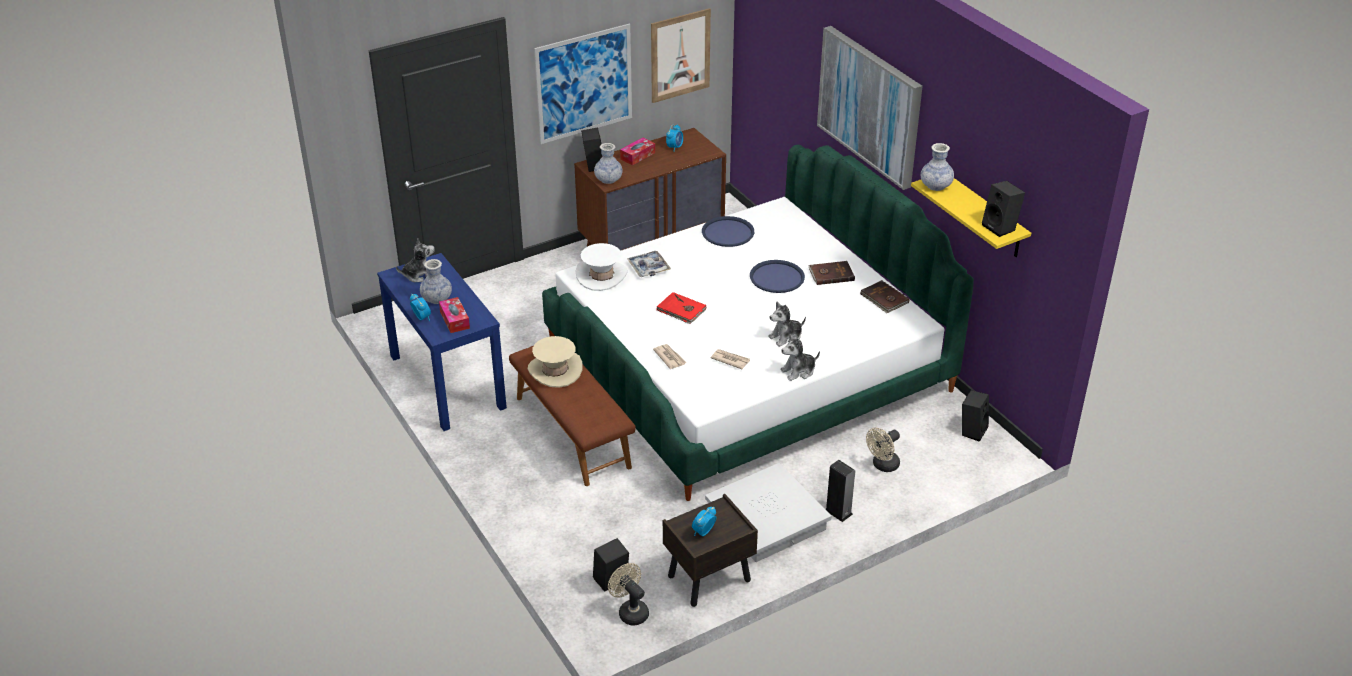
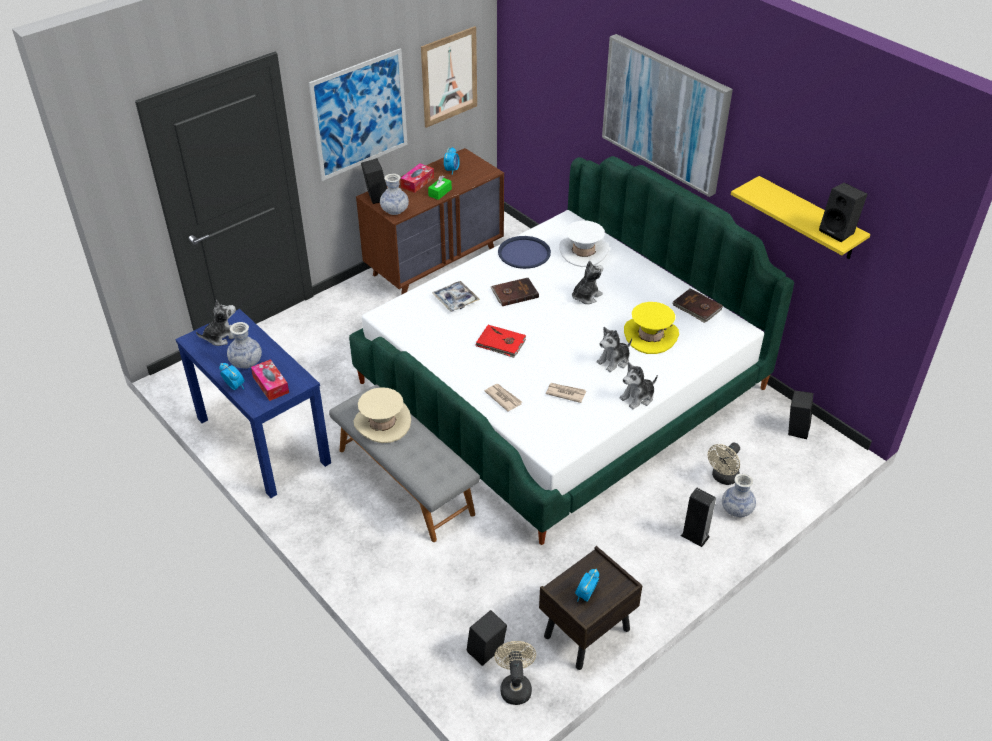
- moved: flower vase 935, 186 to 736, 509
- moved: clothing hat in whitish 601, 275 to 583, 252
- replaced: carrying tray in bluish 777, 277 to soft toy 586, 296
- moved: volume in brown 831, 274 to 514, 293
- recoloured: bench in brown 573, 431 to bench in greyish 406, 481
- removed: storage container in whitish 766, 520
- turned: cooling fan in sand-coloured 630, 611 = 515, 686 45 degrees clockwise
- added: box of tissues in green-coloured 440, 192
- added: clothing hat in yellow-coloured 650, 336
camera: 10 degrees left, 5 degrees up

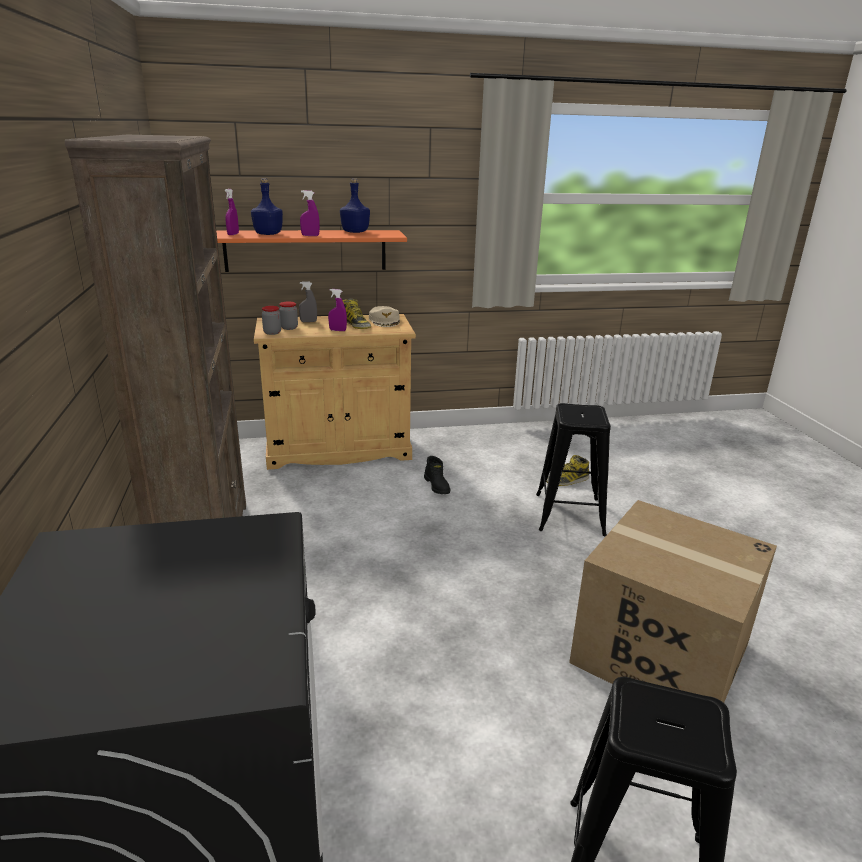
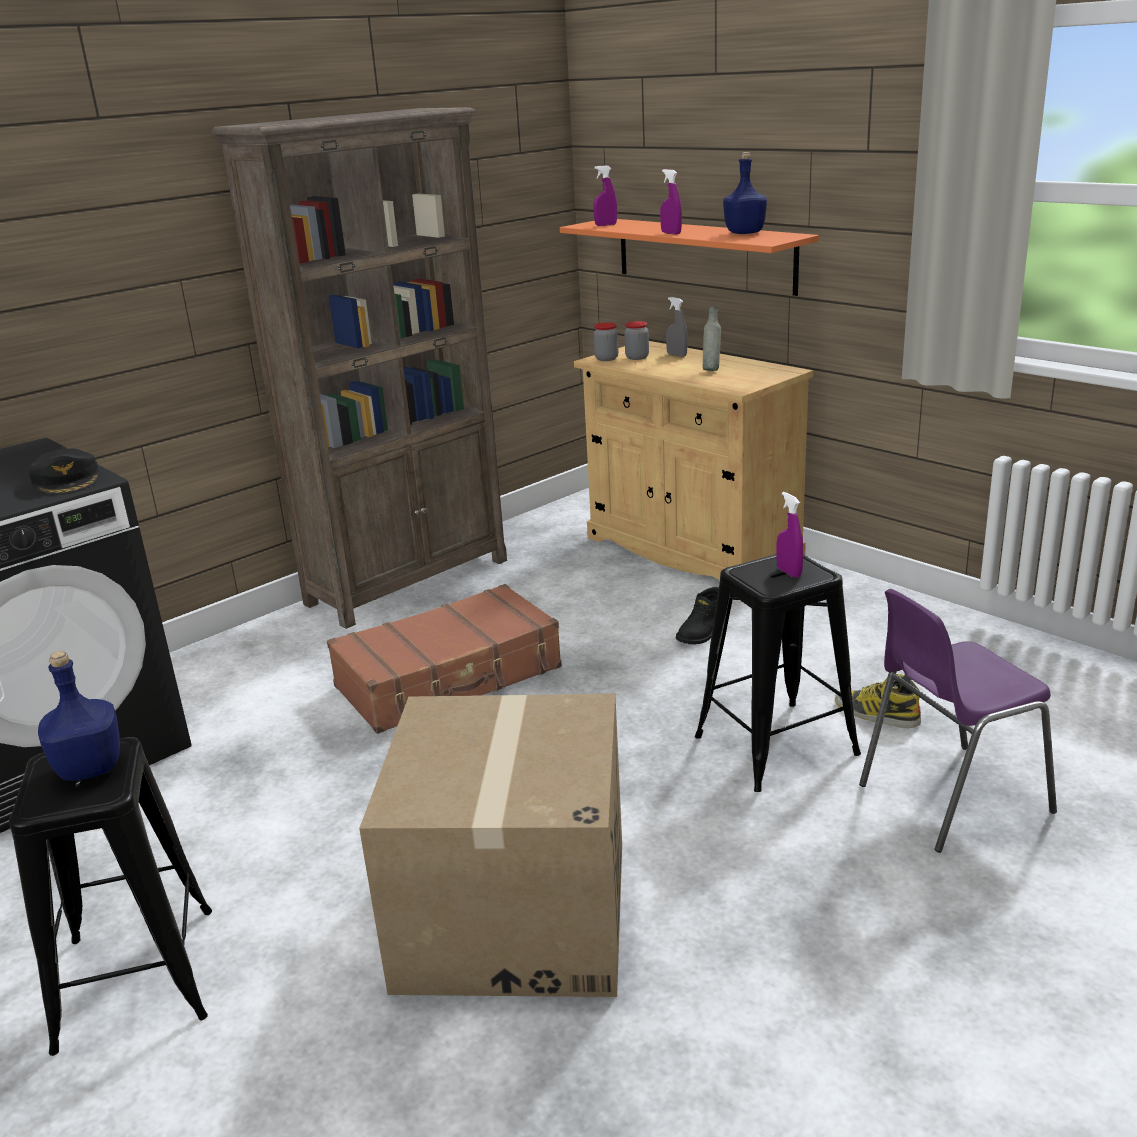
- moved: bottle in bluish 268, 234 to 92, 767
- moved: hand sprayer in purplish 338, 330 to 789, 572
- replaced: boot 355, 324 to bottle in greyish 711, 370
- removed: baseball cap in sand-coloured 384, 321
- added: baseball cap in black 67, 480
- added: piece of luggage in brown 450, 678
- added: chair in purplish 949, 798
camera: 60 degrees right, 0 degrees up

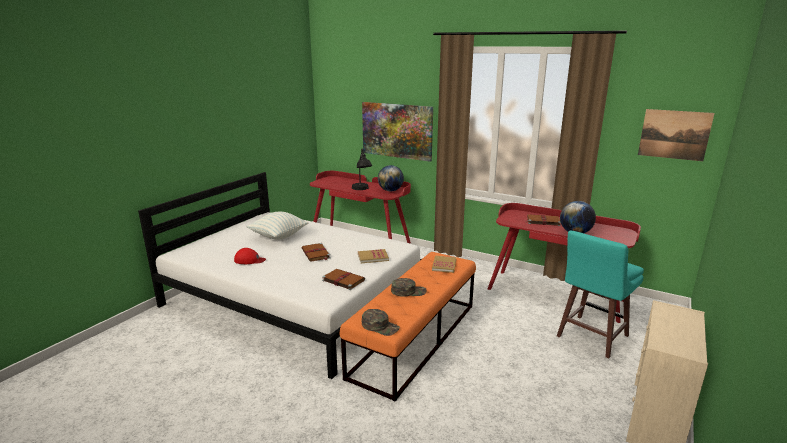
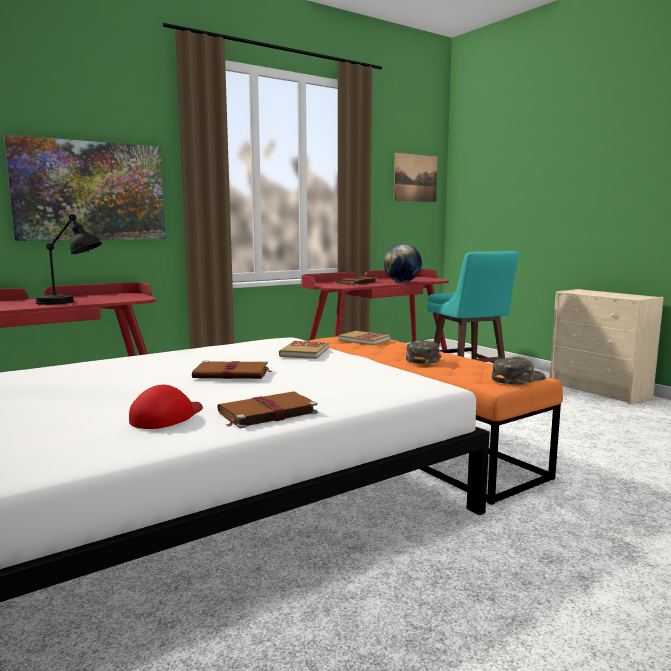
- removed: desk globe 390, 190
- removed: cushion 278, 236
- moved: volume in brown 342, 280 to 266, 413
camera: 65 degrees left, 10 degrees down

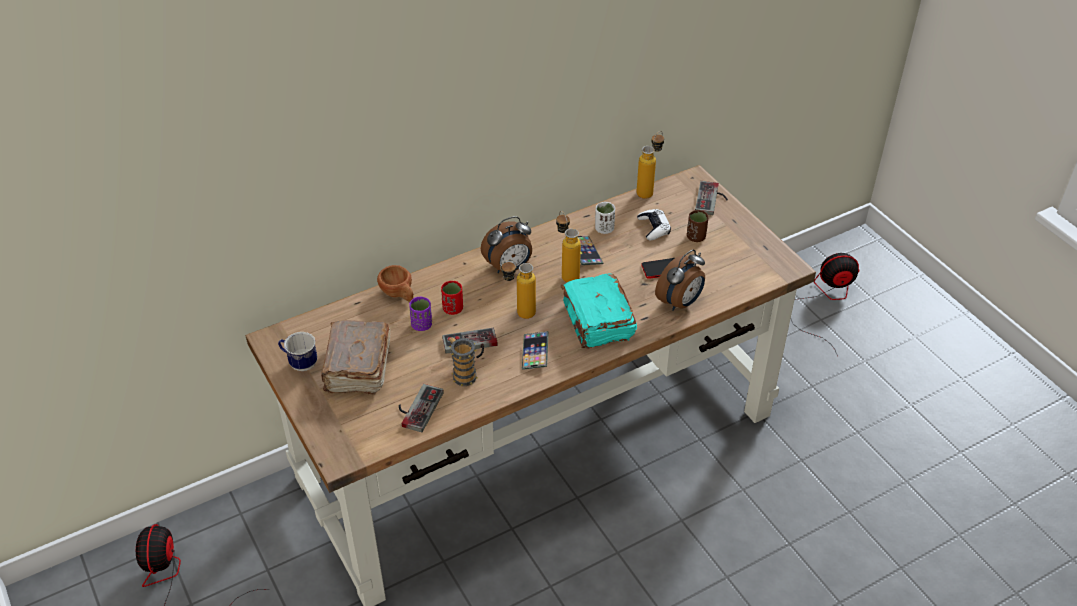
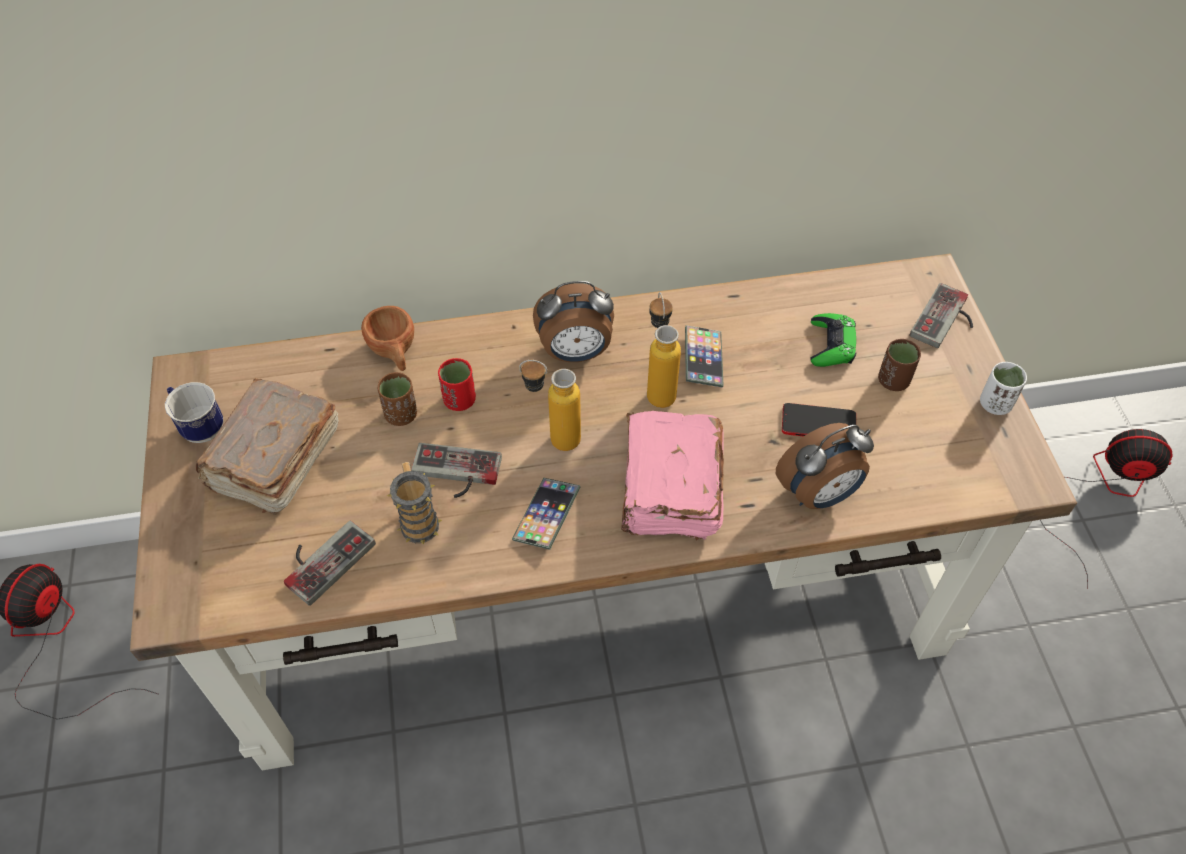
- removed: bottle 648, 190
- moved: small cup in whitish 604, 229 to 995, 404
- recoloured: game controller in whitish 654, 228 to game controller in green-coloured 831, 345
- recoloured: volume in turquoise-coloured 597, 322 to volume in pink 669, 489
- recoloured: small cup in purplish 421, 325 to small cup in brown 401, 414
camera: 20 degrees right, 10 degrees up

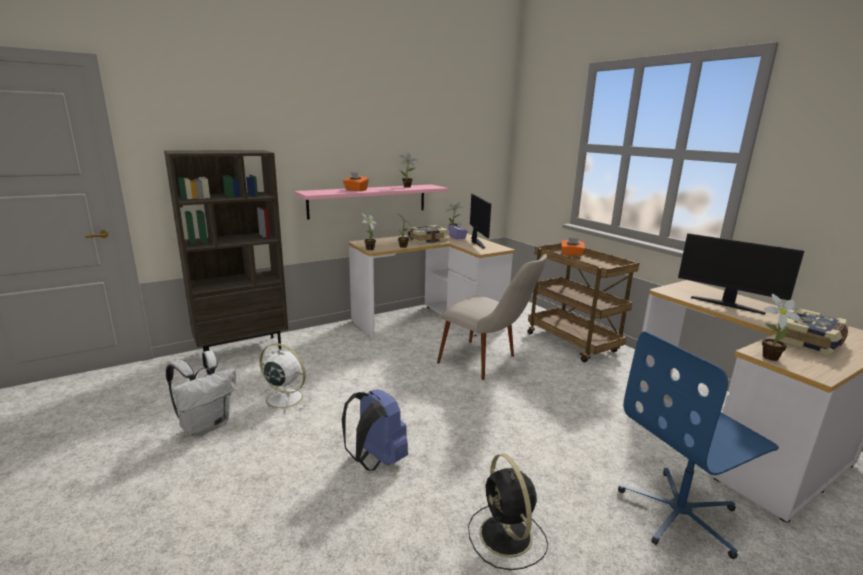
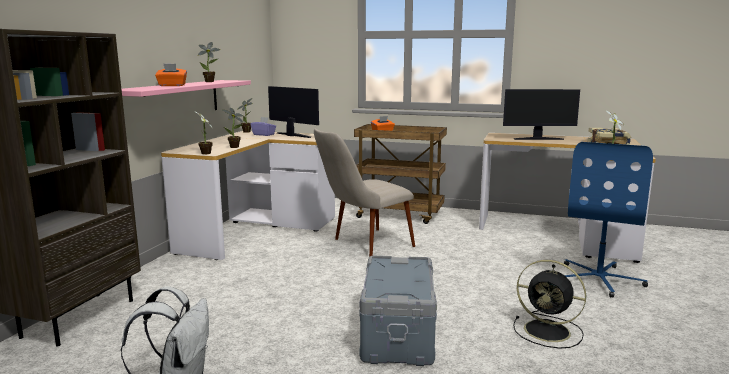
- removed: volume 426, 240
- turned: chair in sand-coloured 488, 363 = 362, 245 150 degrees clockwise
- removed: cooling fan in whitish 283, 398
- replaced: rucksack in bluish 376, 460 to storage container in greyish 396, 335
camera: 40 degrees left, 5 degrees down

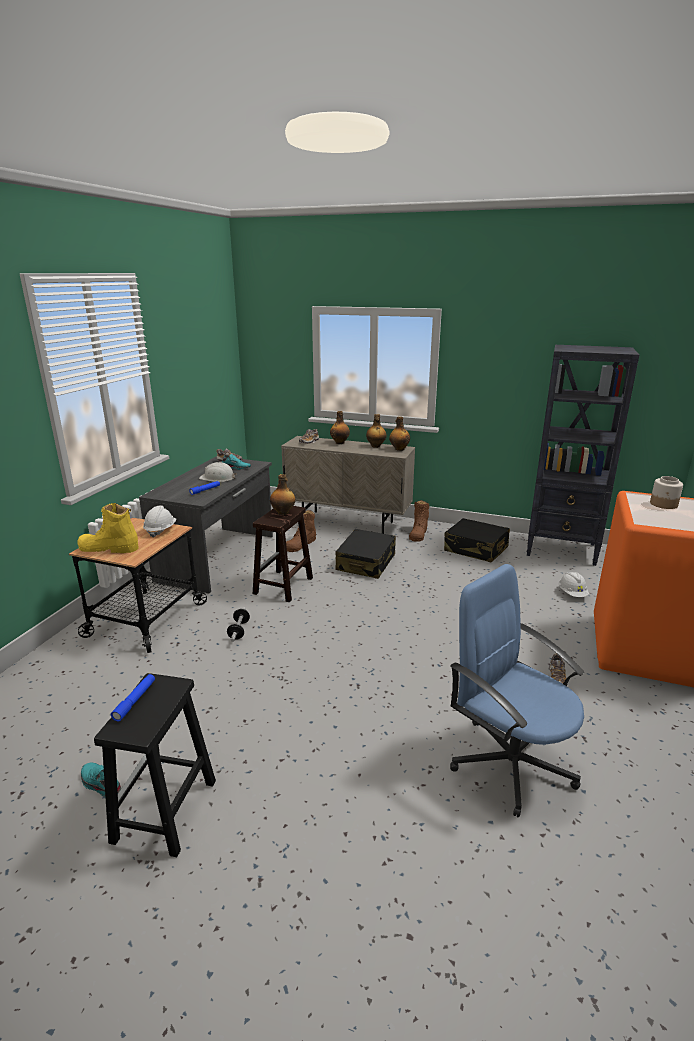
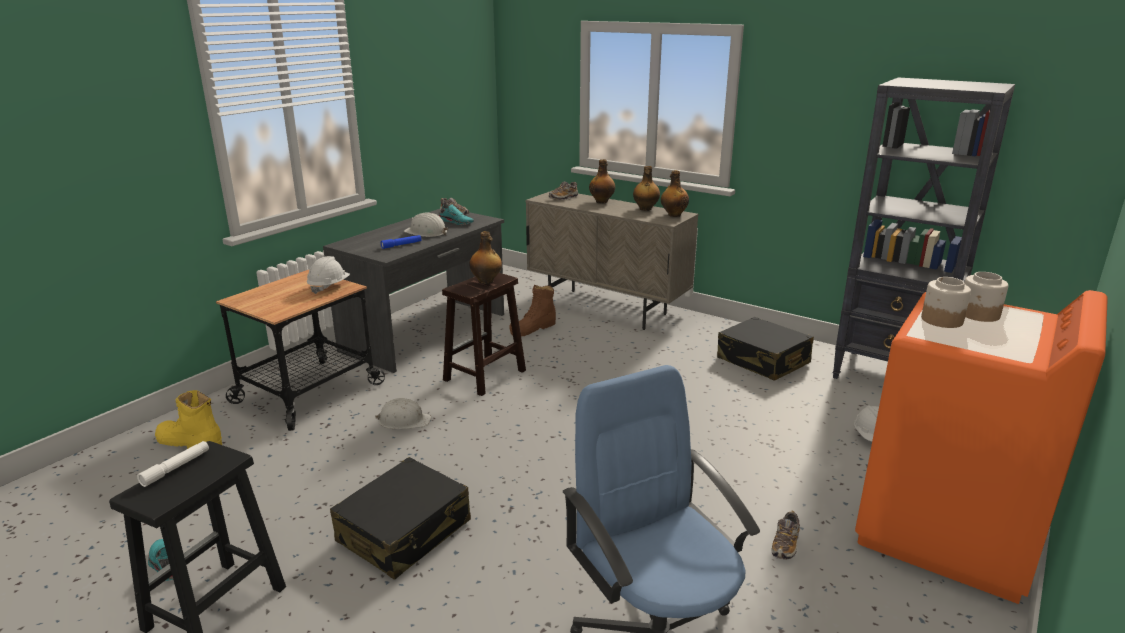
- removed: boot in brown 418, 533
- moved: boot in yellow-coloured 108, 548 to 189, 442
- moved: piece of luggage in black 366, 563 to 405, 532
- replaced: free weight 239, 630 to safety helmet in whitish 404, 421
- recoloured: torch in bluish 135, 700 to torch in whitish 176, 468
- added: storage jar 941, 320
camera: 15 degrees right, 0 degrees up

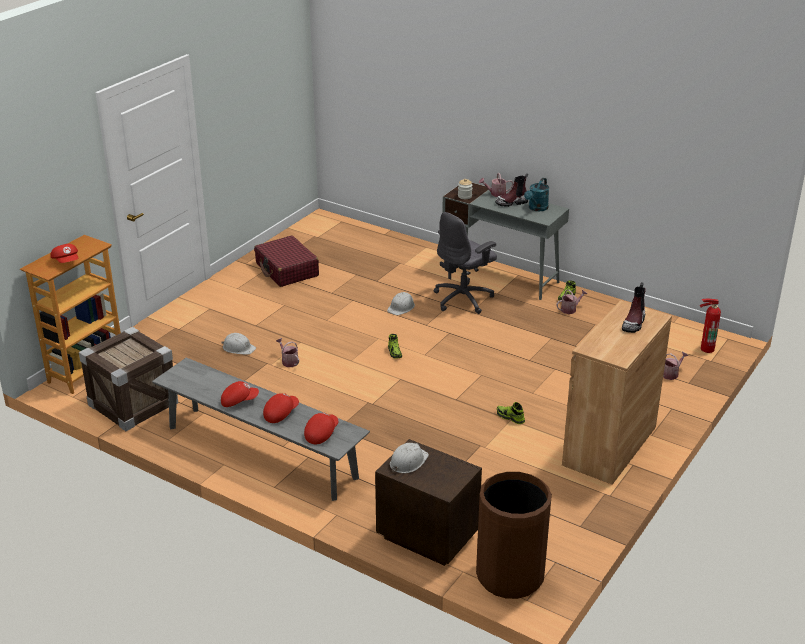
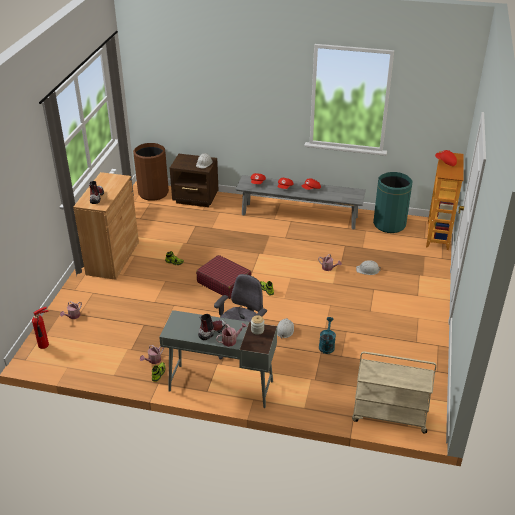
- moved: sprinkling can in turquoise-coloured 536, 208 to 326, 345
- moved: piece of luggage in red-coloured 287, 270 to 224, 282
- replaced: crate 133, 404 to rubbish bin in green-coloured 389, 224
- added: wheeled cart in sand-coloured 389, 416
camera: 160 degrees right, 5 degrees up

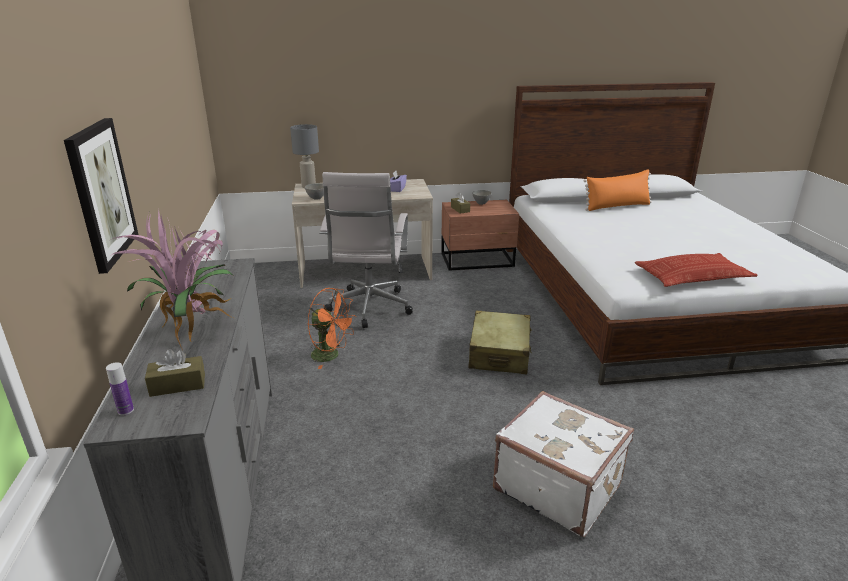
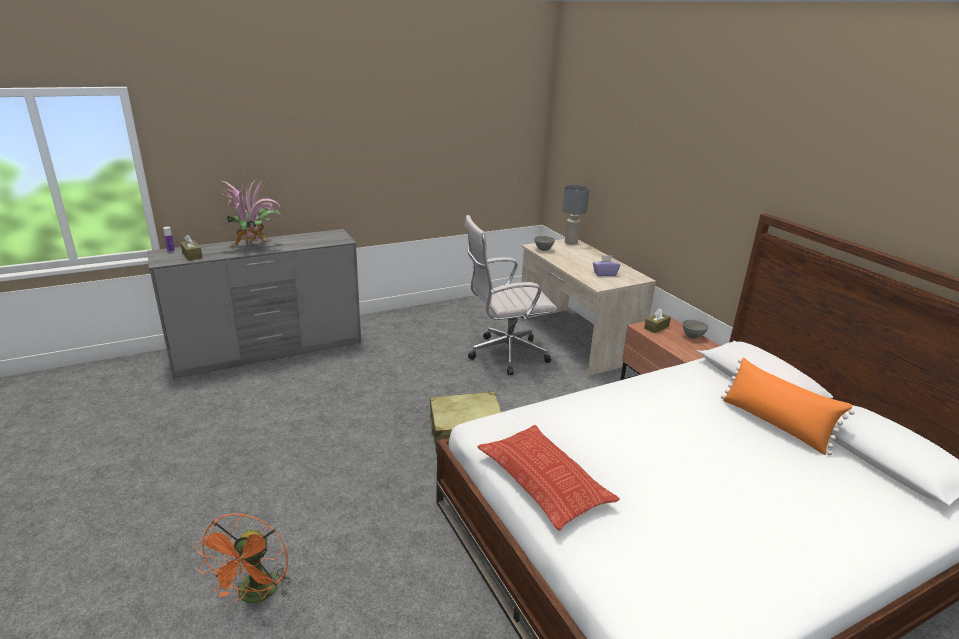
- removed: wall picture 101, 193
- moved: cooling fan in orange-coloured 331, 356 to 255, 596
- removed: piece of luggage in whitish 558, 485
camera: 70 degrees right, 0 degrees up

